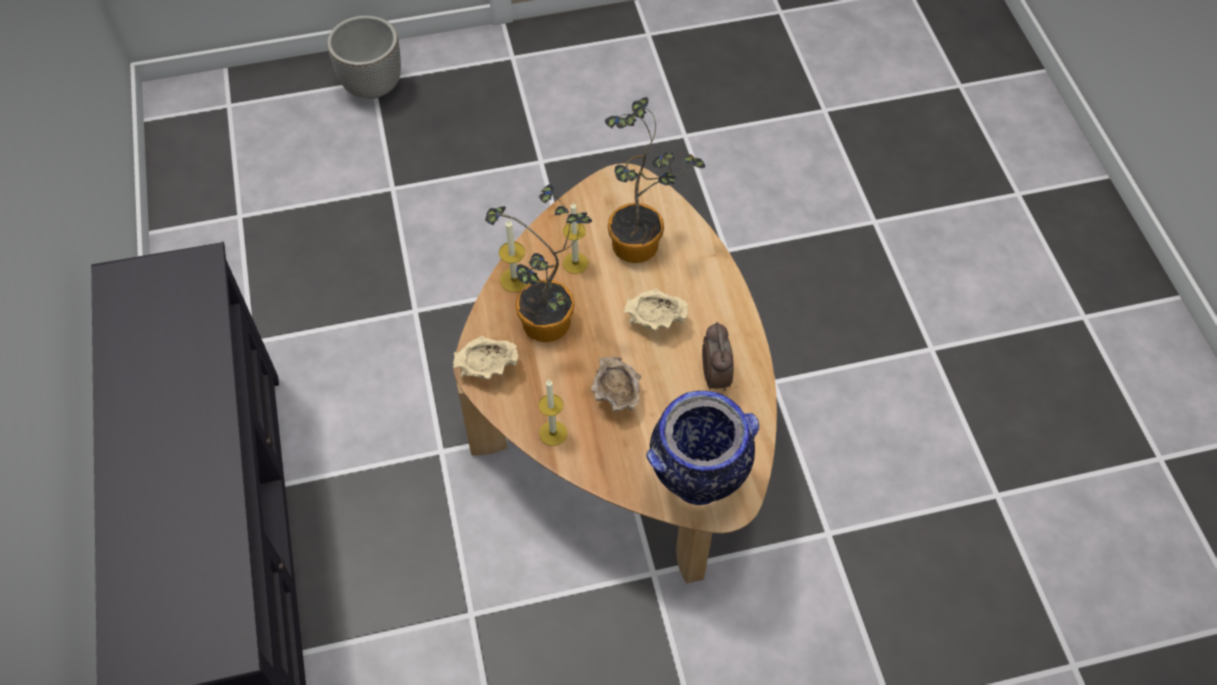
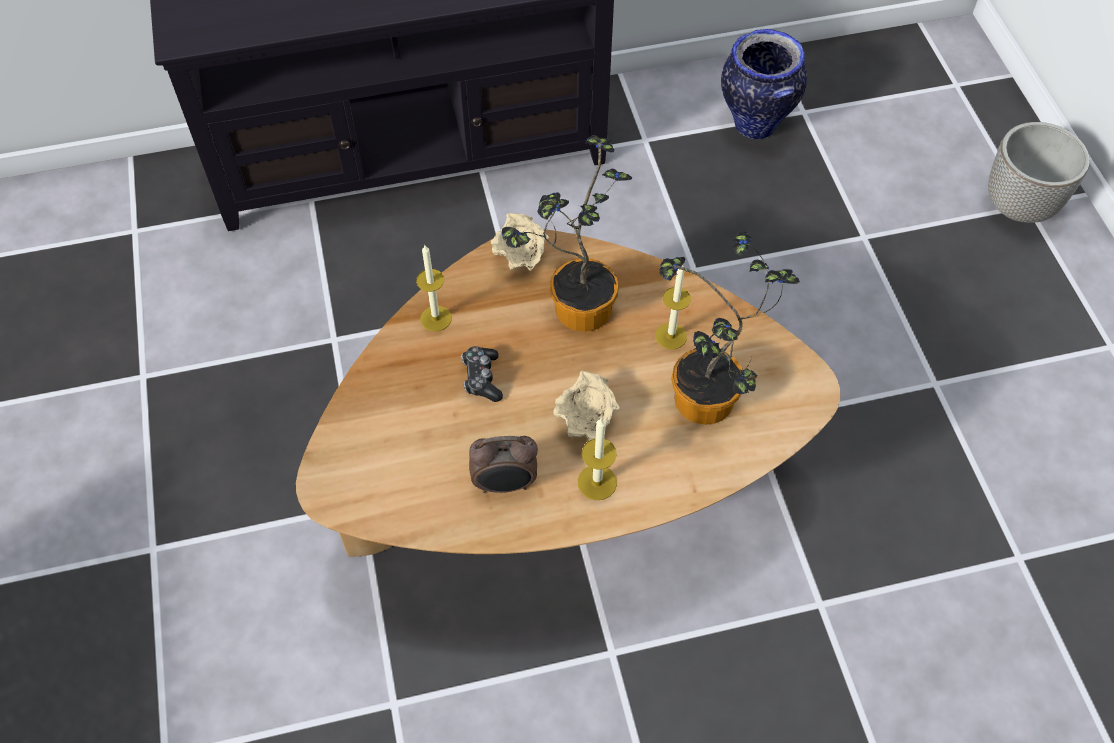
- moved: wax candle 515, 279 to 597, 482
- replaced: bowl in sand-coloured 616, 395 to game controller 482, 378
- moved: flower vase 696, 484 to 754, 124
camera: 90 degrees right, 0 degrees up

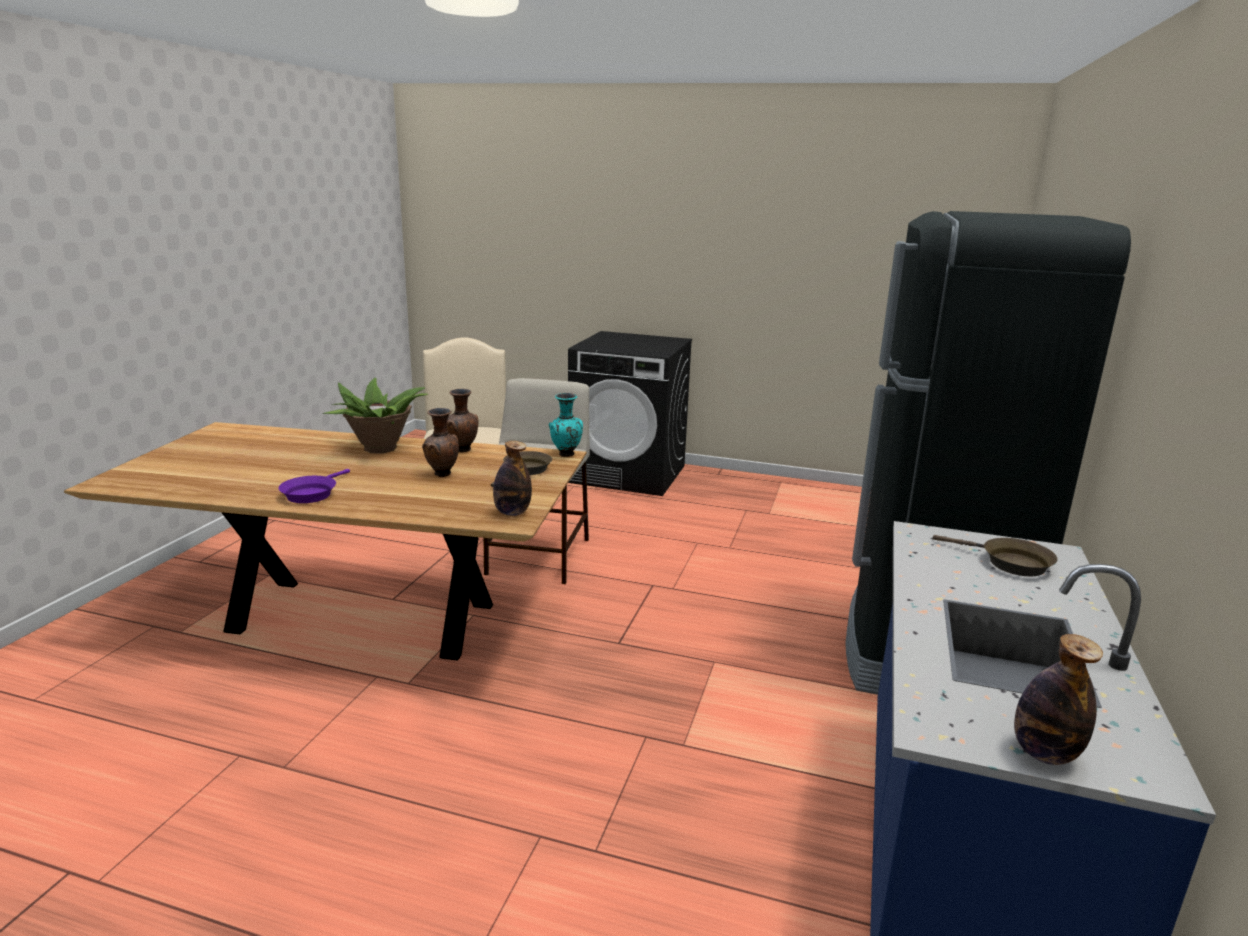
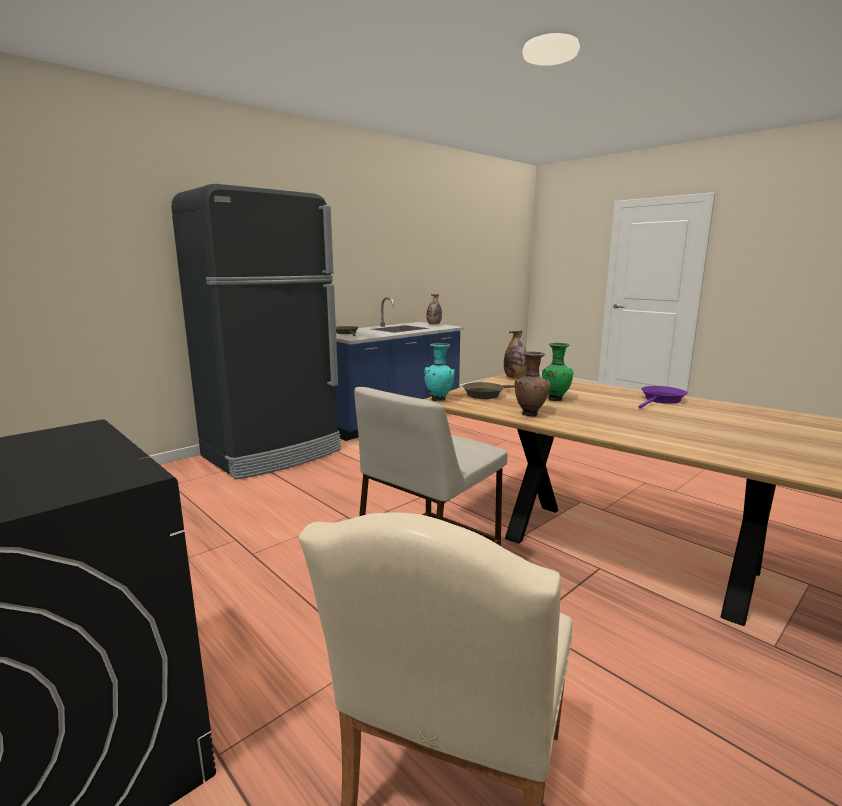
- removed: houseplant 380, 449
- recoloured: flower vase in brown 442, 475 to flower vase in green-coloured 555, 399
camera: 150 degrees left, 5 degrees down

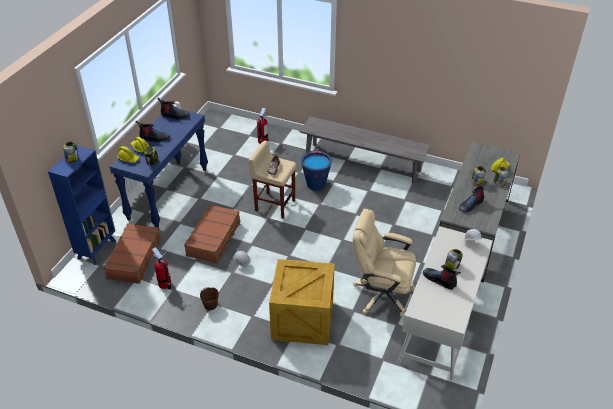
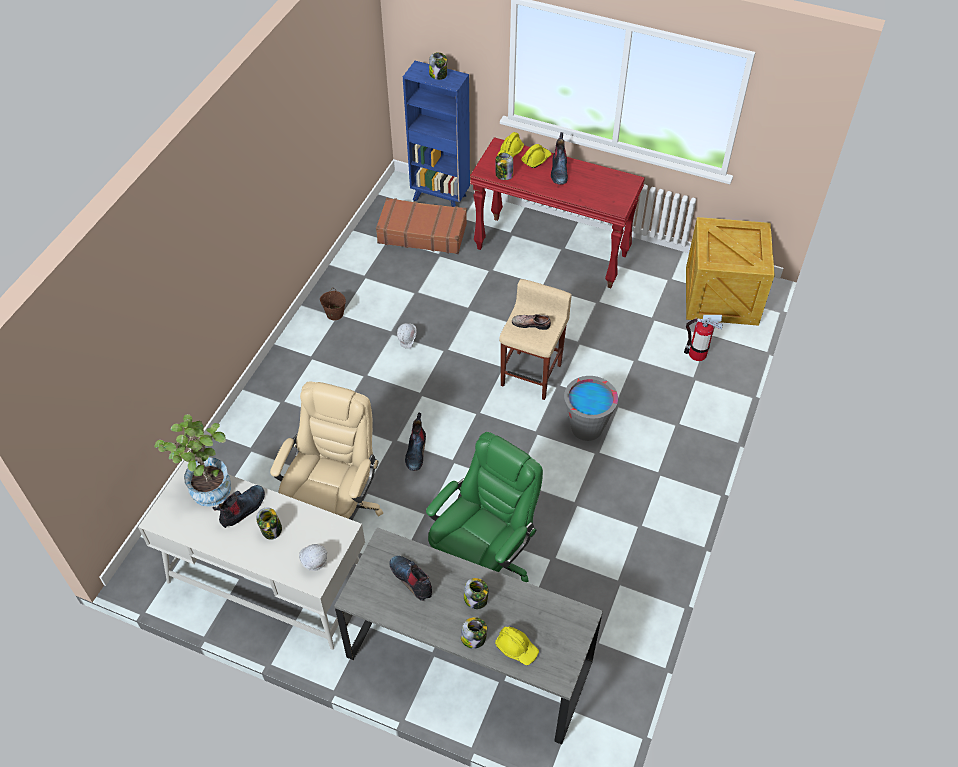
- moved: boot 174, 116 to 416, 451
- recoloured: hall table in bluish 168, 193 to hall table in red-coloured 552, 251
- removed: bench in greyish 362, 163
- recoloured: bucket in bluish 316, 184 to bucket in greyish 586, 428
- removed: piece of luggage in brown 214, 239
- removed: extinguisher 165, 284
- moved: crate 301, 320 to 720, 295
- added: houseplant 208, 485
- added: office chair in green-coloured 483, 559
camera: 90 degrees right, 10 degrees up

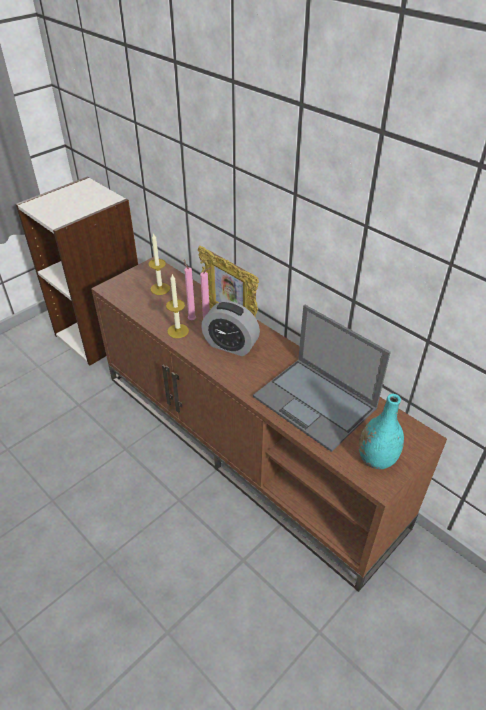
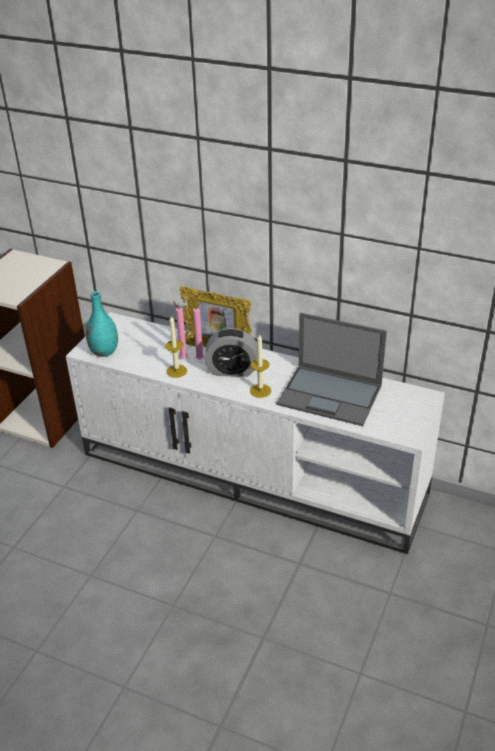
- moved: wax candle 160, 289 to 260, 390
- recoloured: tv unit in brown 247, 446 to tv unit in whitish 254, 473
- moved: flower vase in turquoise-coloured 376, 459 to 104, 352
camera: 20 degrees left, 5 degrees down

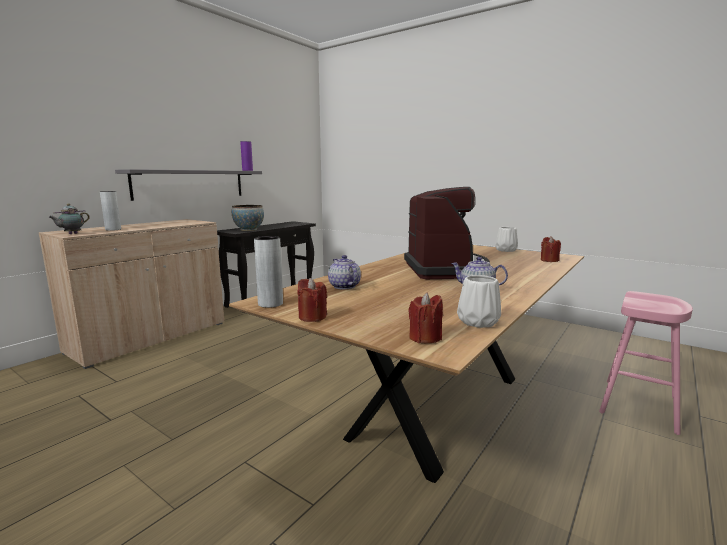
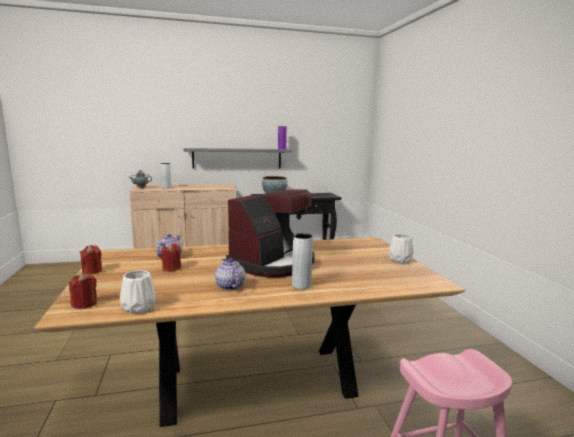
- moved: flower vase in greyish 270, 304 to 301, 285
- moved: wax candle in red-coloured 549, 260 to 171, 268
camera: 40 degrees right, 0 degrees up

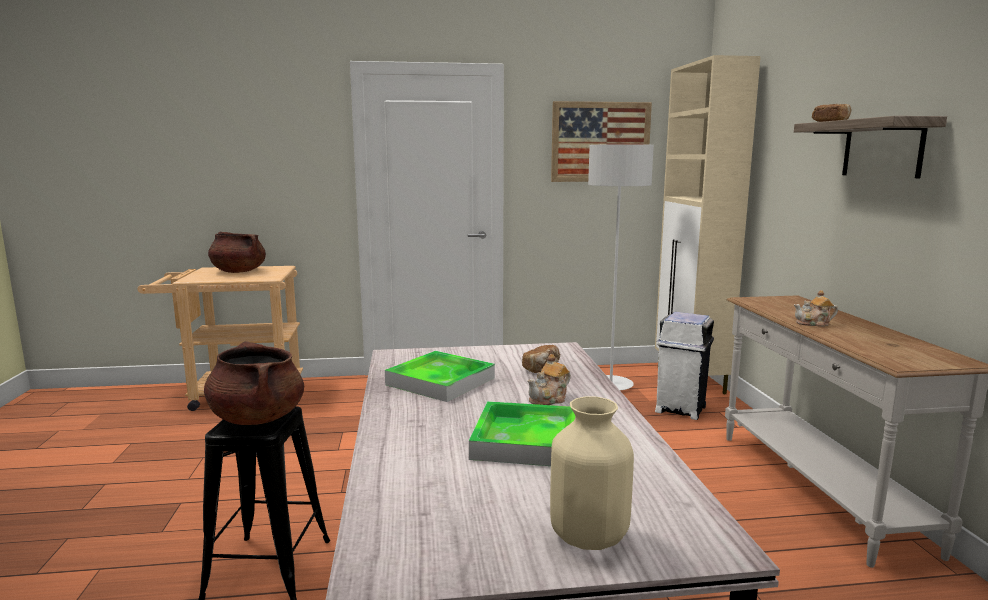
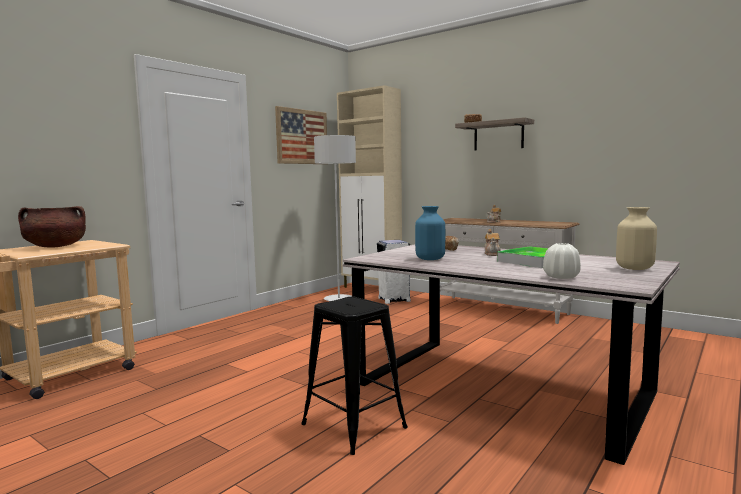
- removed: saucepot in brown 257, 418
- replaced: carrying tray 440, 381 to flower vase in bluish 430, 259
- added: flower vase in whitish 561, 277
camera: 45 degrees left, 5 degrees down

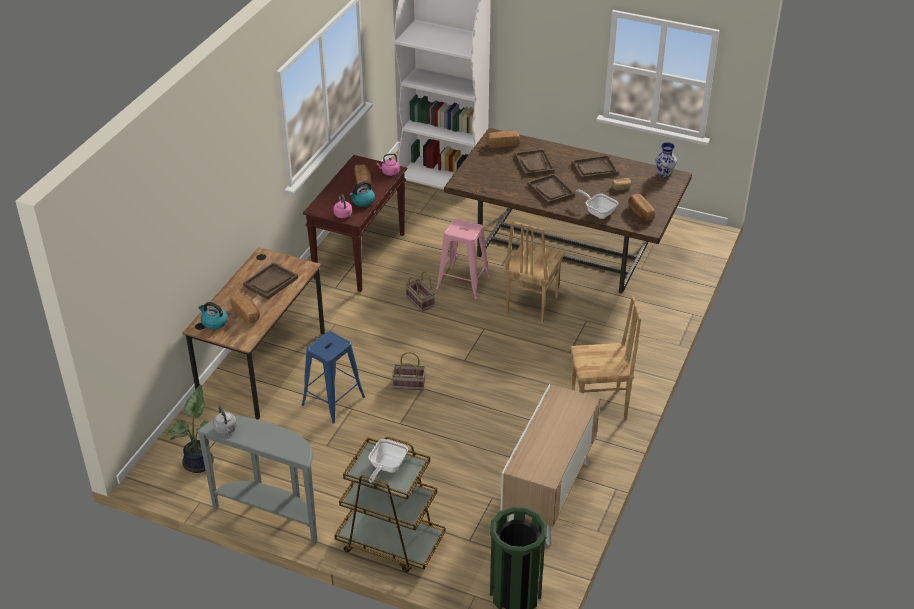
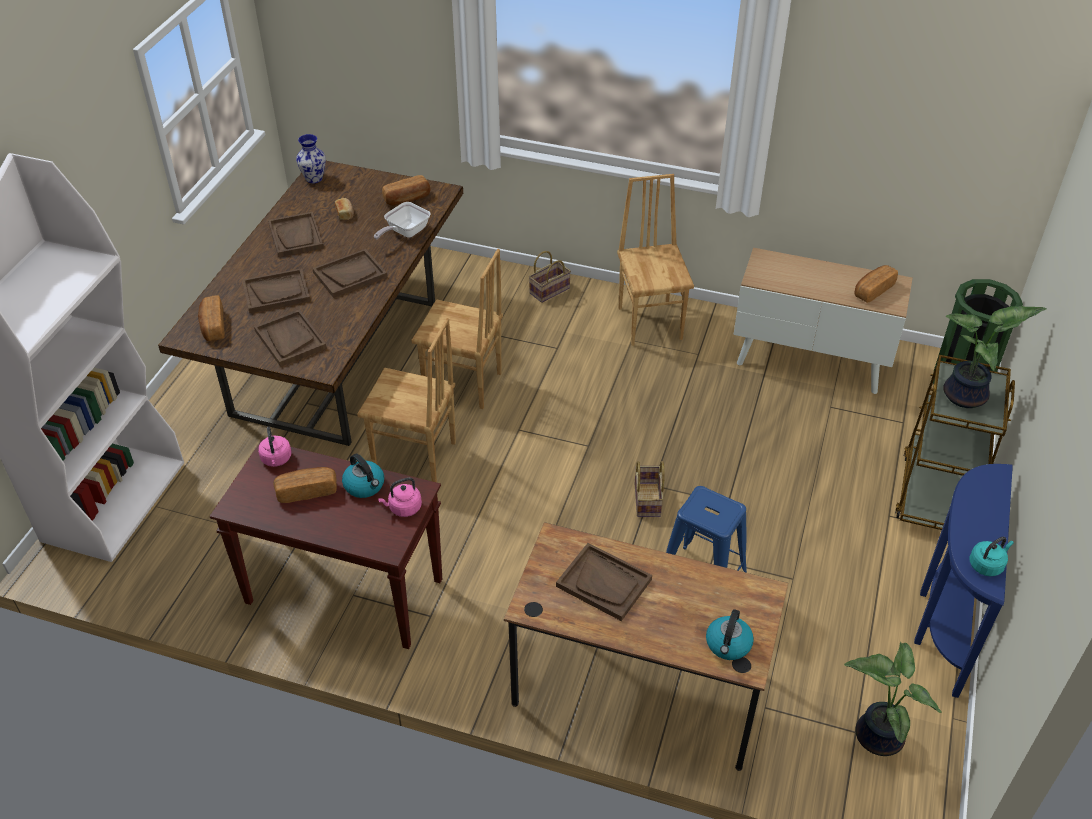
- replaced: stool in pink 463, 283 to chair in brown 415, 457
- moved: household basket 421, 302 to 550, 290
- moved: bakery bread 246, 313 to 873, 290
- recoloured: kettle in greyish 226, 429 to kettle in turquoise-coloured 987, 565
- recoloured: hall table in greyish 271, 514 to hall table in bluish 941, 624
- replaced: frying pan 386, 467 to houseplant 967, 397
- added: carrying tray in brown 290, 339
camera: 95 degrees left, 5 degrees up

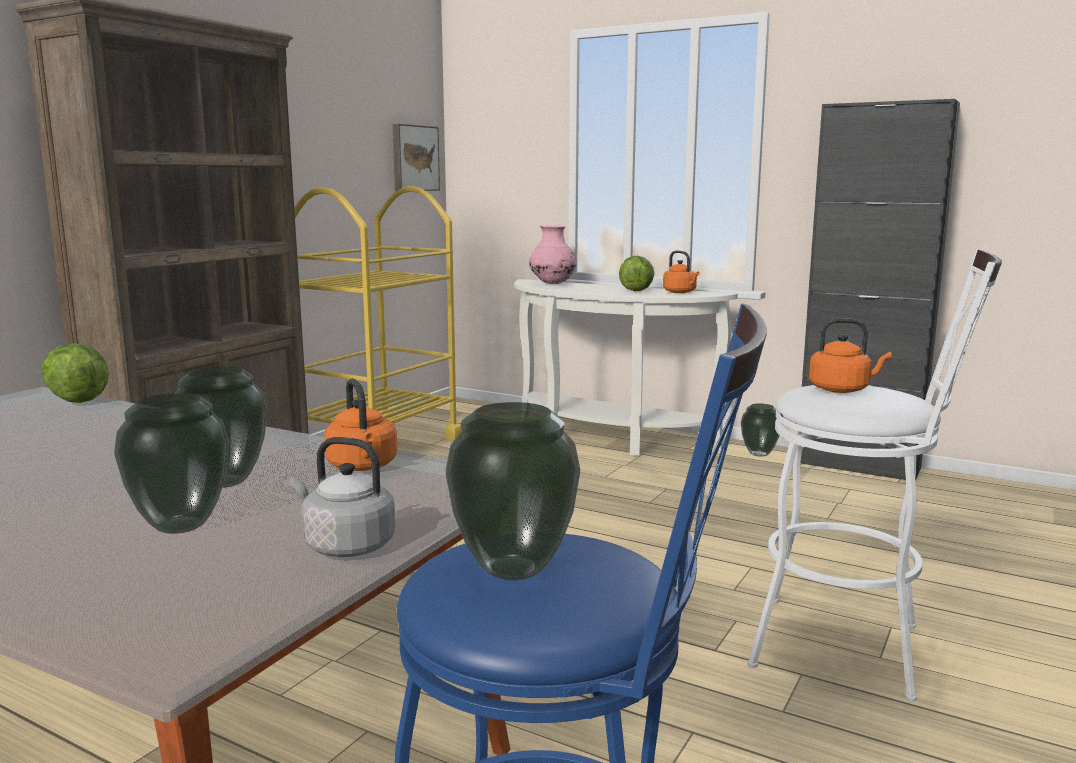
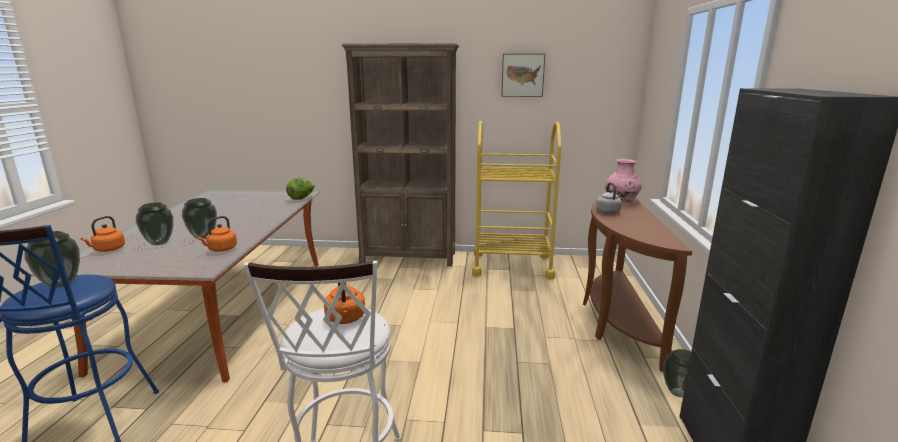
- moved: wall picture 413, 158 to 522, 75
- moved: kettle in orange-coloured 680, 292 to 108, 250
- removed: head of lettuce 636, 290
- recoloured: hall table in whitish 605, 439 to hall table in brown 616, 321
- moved: kettle in greyish 345, 546 to 607, 211
camera: 65 degrees right, 5 degrees up

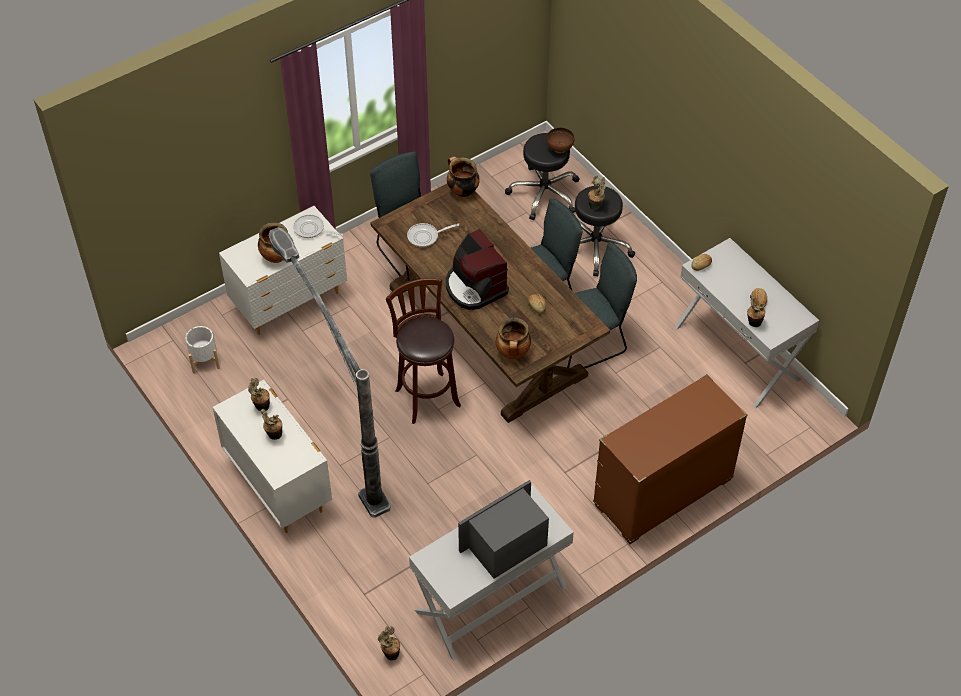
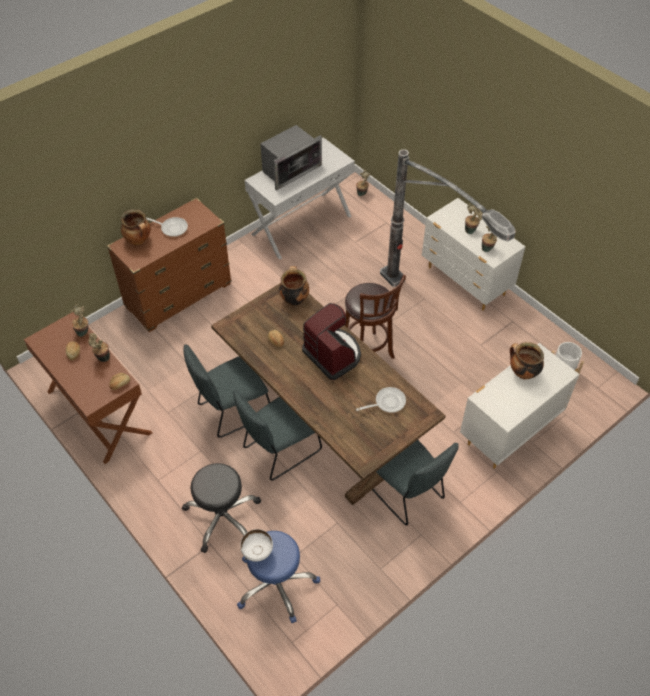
- recoloured: bowl in brown 559, 149 to bowl in whitish 257, 552
- recoloured: stool in black 544, 194 to stool in bluish 276, 583
- moved: saucepot 462, 191 to 139, 240
- moved: houseplant 596, 206 to 102, 358
- moved: frying pan 311, 229 to 172, 228
- recoloured: hall table in whitish 737, 352 to hall table in brown 98, 412
camera: 175 degrees right, 0 degrees up

